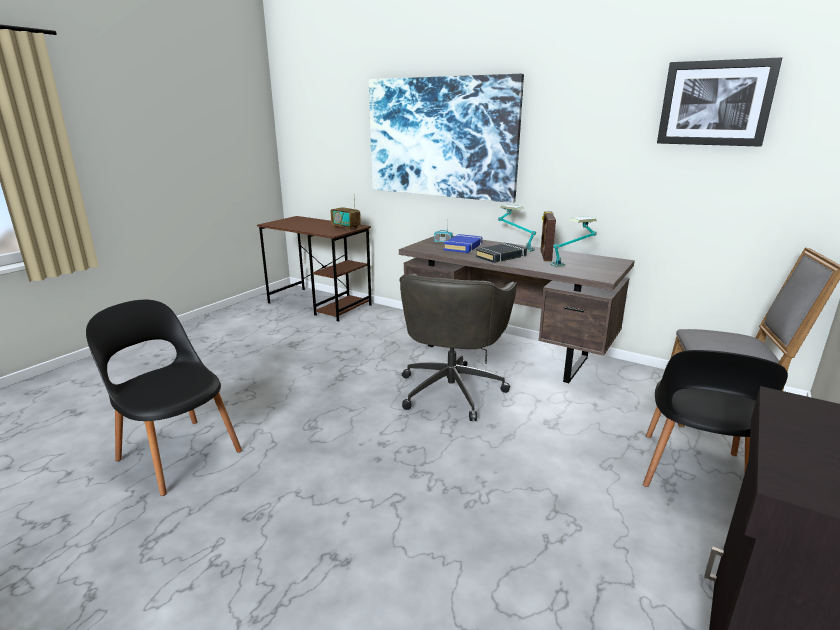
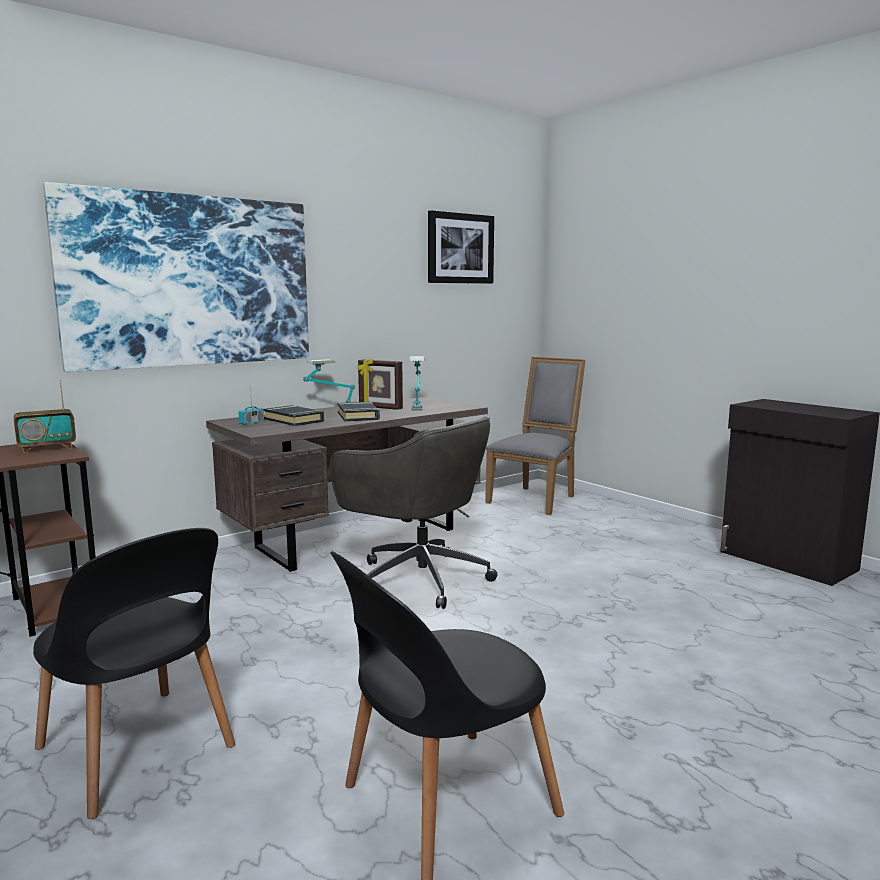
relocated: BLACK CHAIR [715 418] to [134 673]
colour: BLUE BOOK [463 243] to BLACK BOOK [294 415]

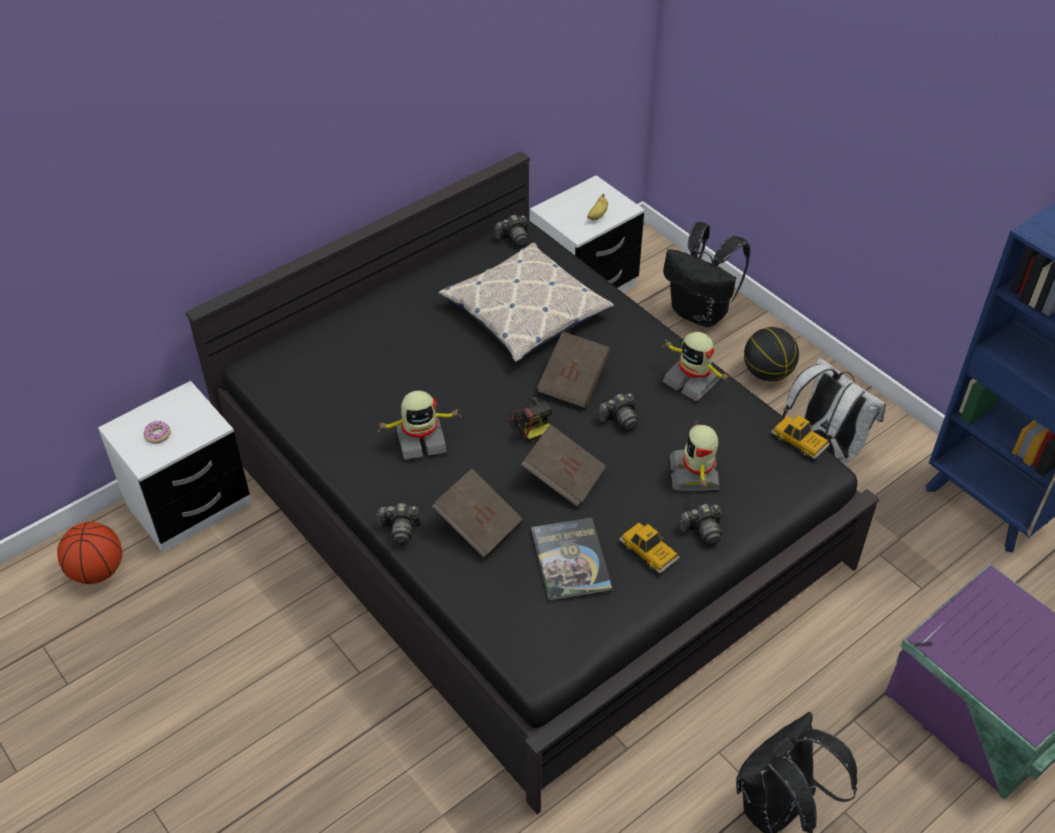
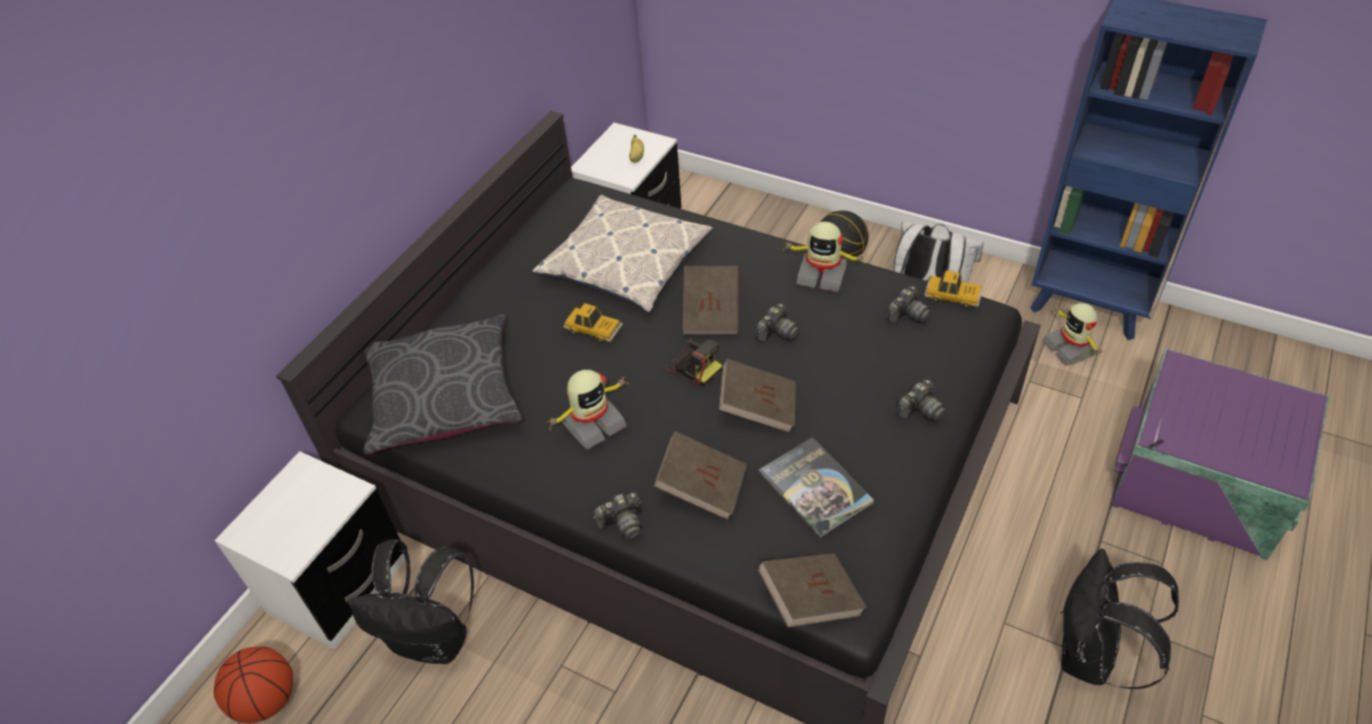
missing: DONUT [157 432]
appeared: GREY PILLOW [442 384]; BROWN BOOK [812 590]
relocated: BLACK BACKPACK [706 274] to [411 601]; TOY CAR [649 548] to [593 323]; PHOTO CAMERA [512 231] to [908 305]; TOY ROBOT [695 456] to [1073 334]

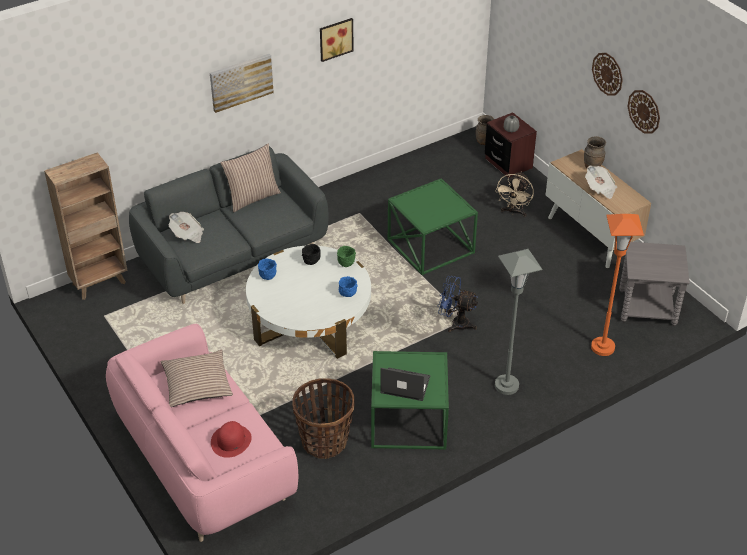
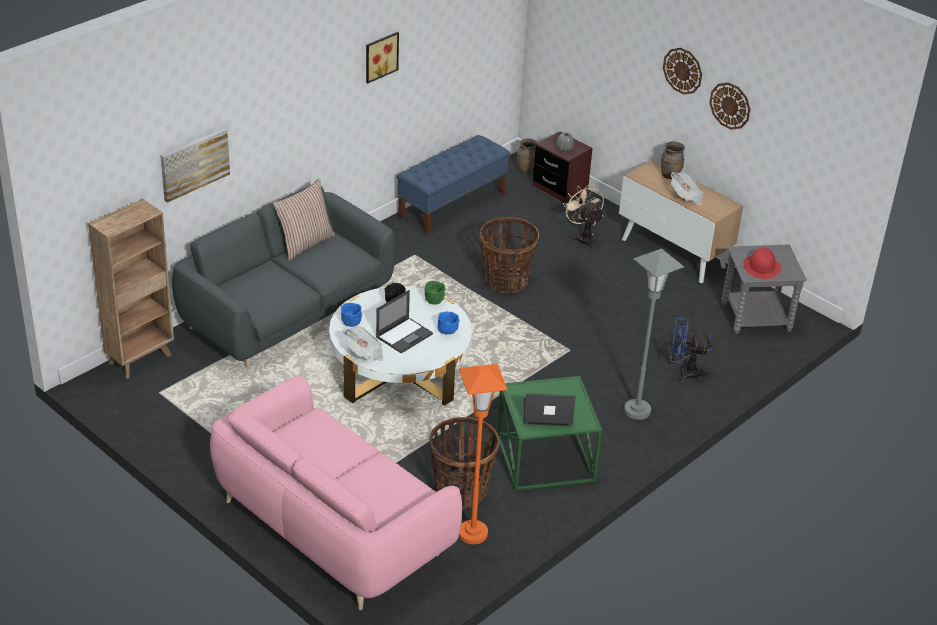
missing: PILLOW [197 378]
appeared: LAPTOP [404 322]; BLUE BENCH [453 185]
relocated: PICTURE [242 83] to [195 165]; NEWSPAPER [186 227] to [363 343]; ORANGE FLOOR LAMP [617 285] to [483 454]; BLUE FAN [458 304] to [691 350]; RED HAT [231 439] to [762 263]
exchanged: GREEN SIDE TABLE [433 226] to BASKET [509 255]
spun: BEIGE FAN [514 194] = [583 216] 150 degrees clockwise

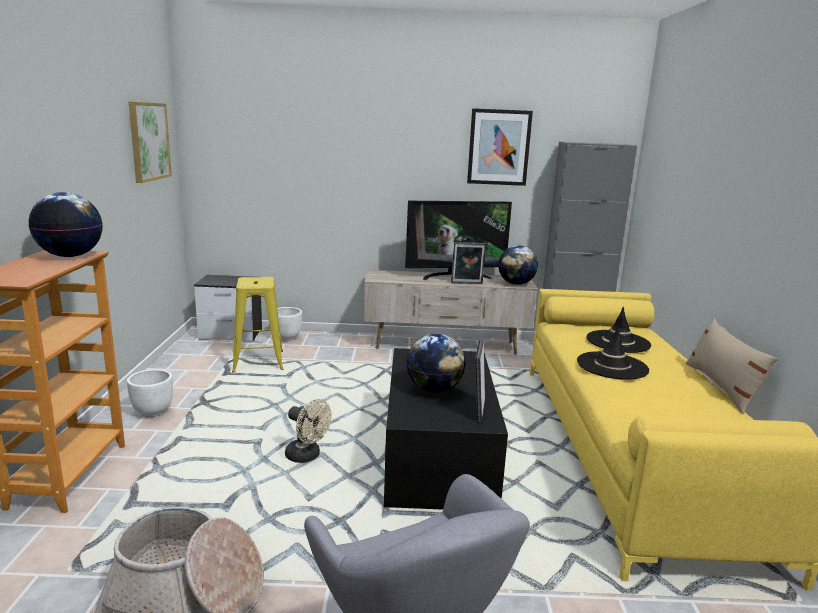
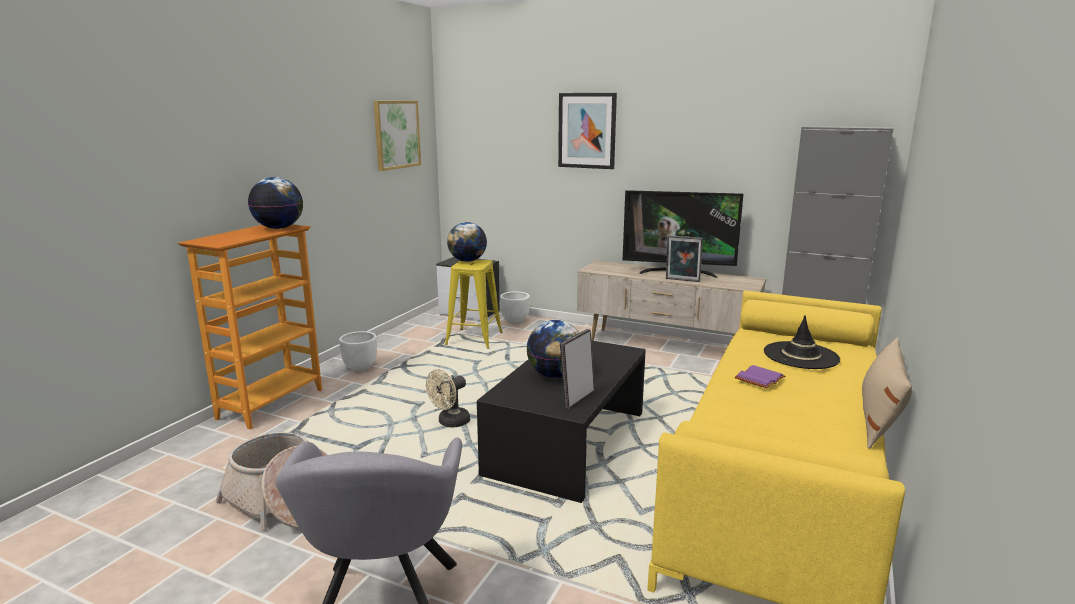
relocated: GLOBE [518 265] to [467 242]; PICTURE [500 147] to [587 131]
exchanged: BLACK HAT [613 353] to PURPLE BOOK [760 376]
spun: BEIGE FAN [308 431] = [448 398] 75 degrees clockwise

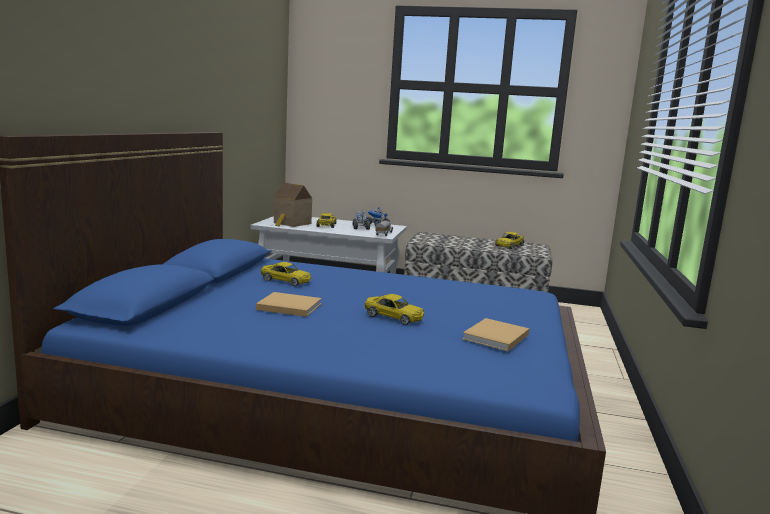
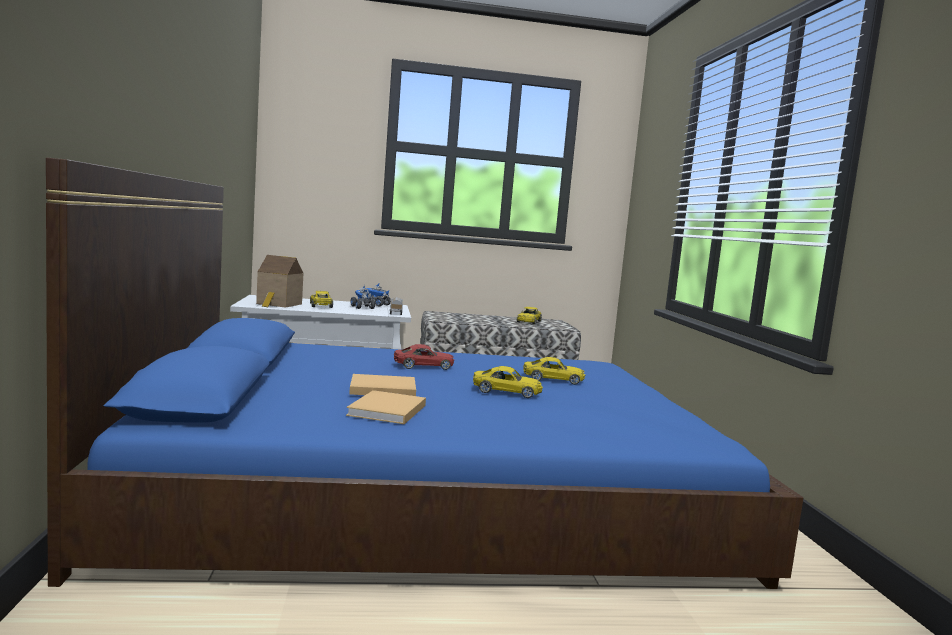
appeared: RED TOY CAR [424 357]
relocated: BEIGE BOOK [495 334] to [386 407]; YELLOW TOY CAR [285 274] to [554 371]

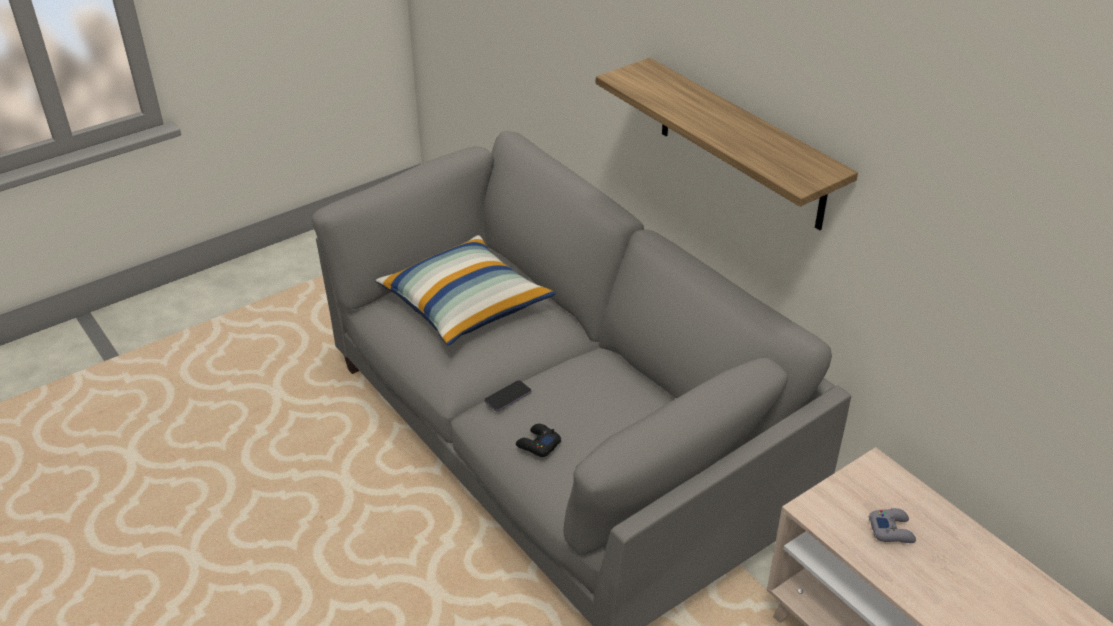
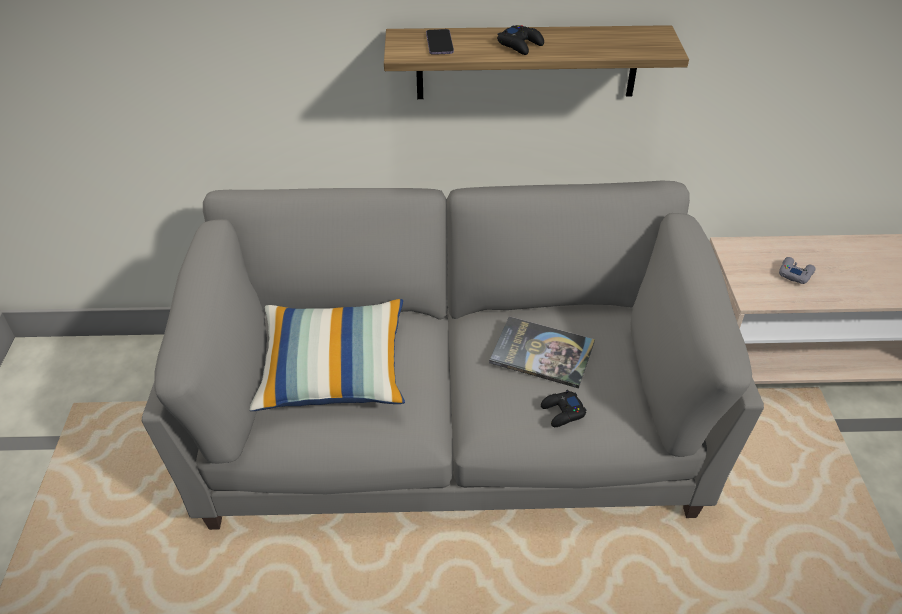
appeared: BOOK [542 352]; BLACK GAME CONTROLLER [520 40]
relocated: PHONE [507 395] to [440 42]

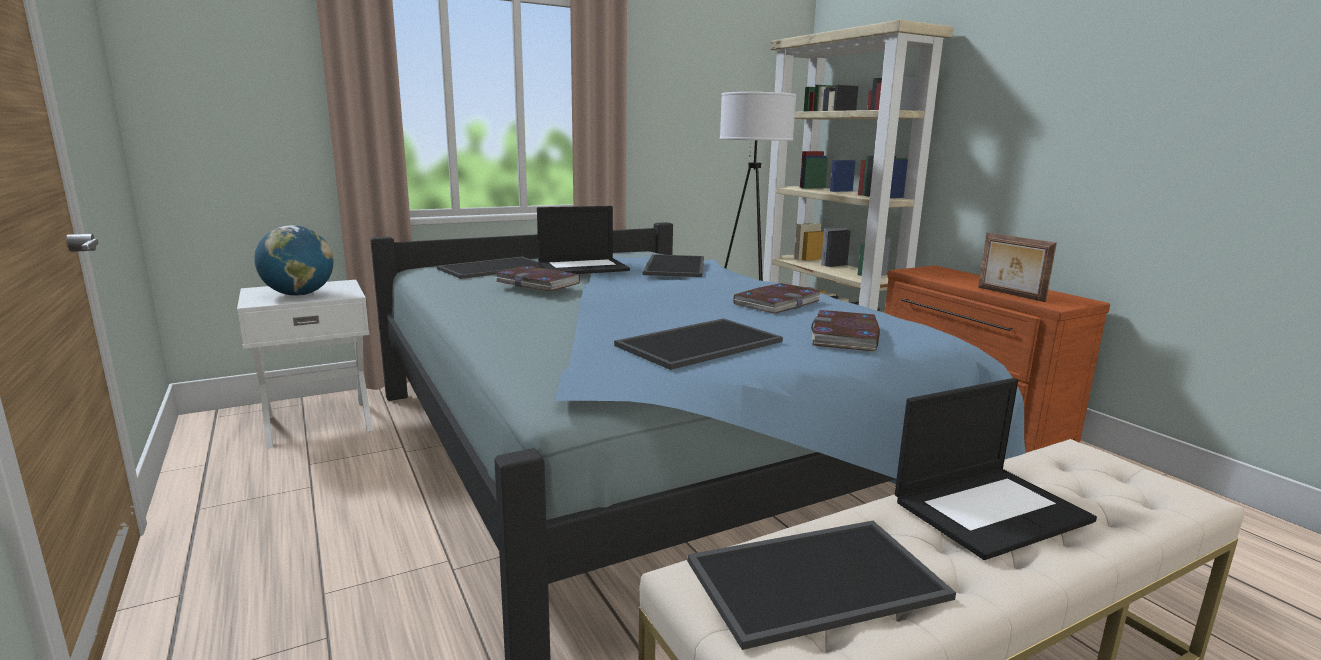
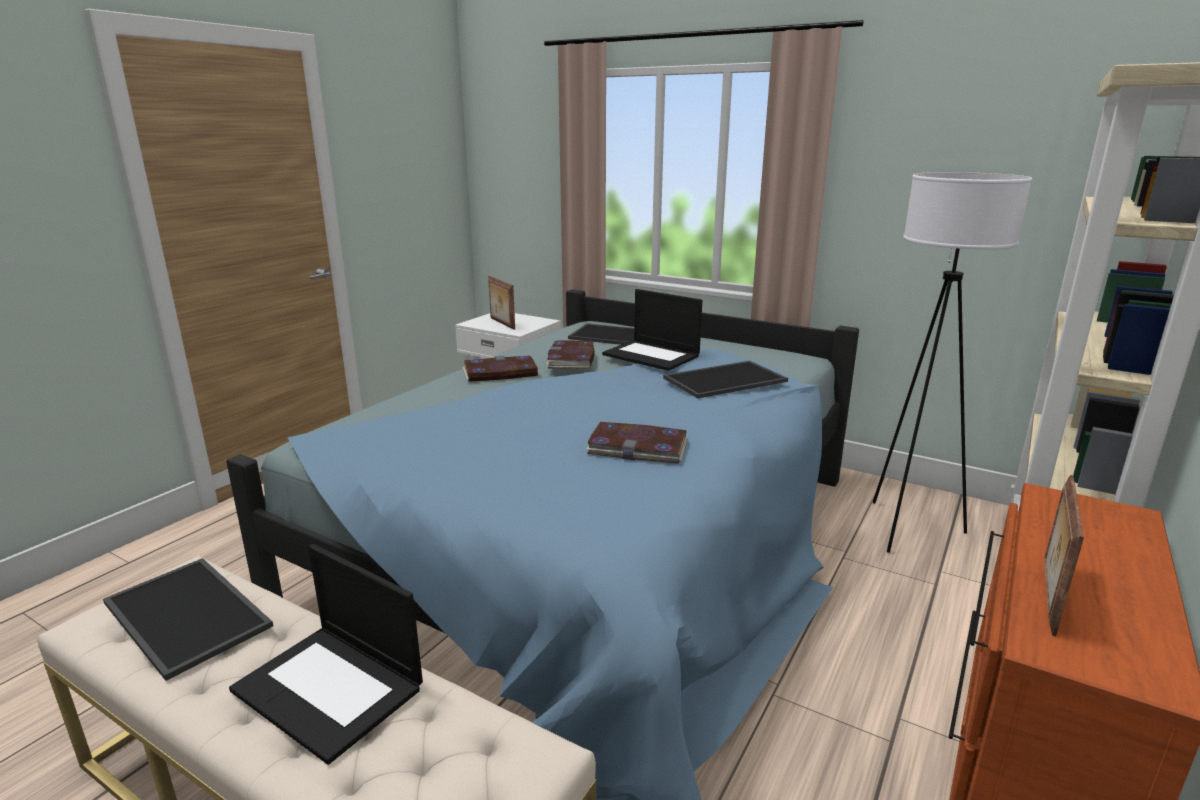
missing: TRAY [698 344]
relocated: BOOK [845 330] to [500 368]
exchanged: GLOBE [294 260] to PICTURE FRAME [501 303]

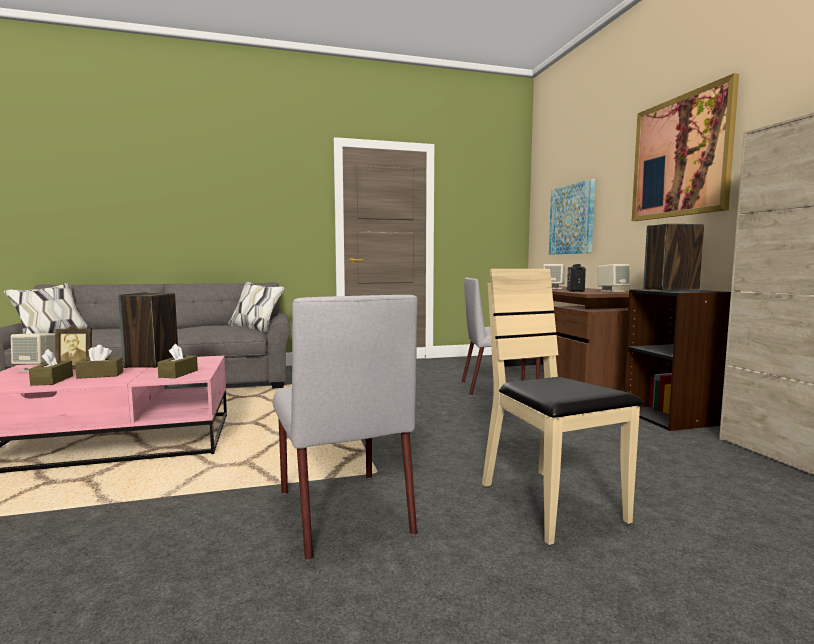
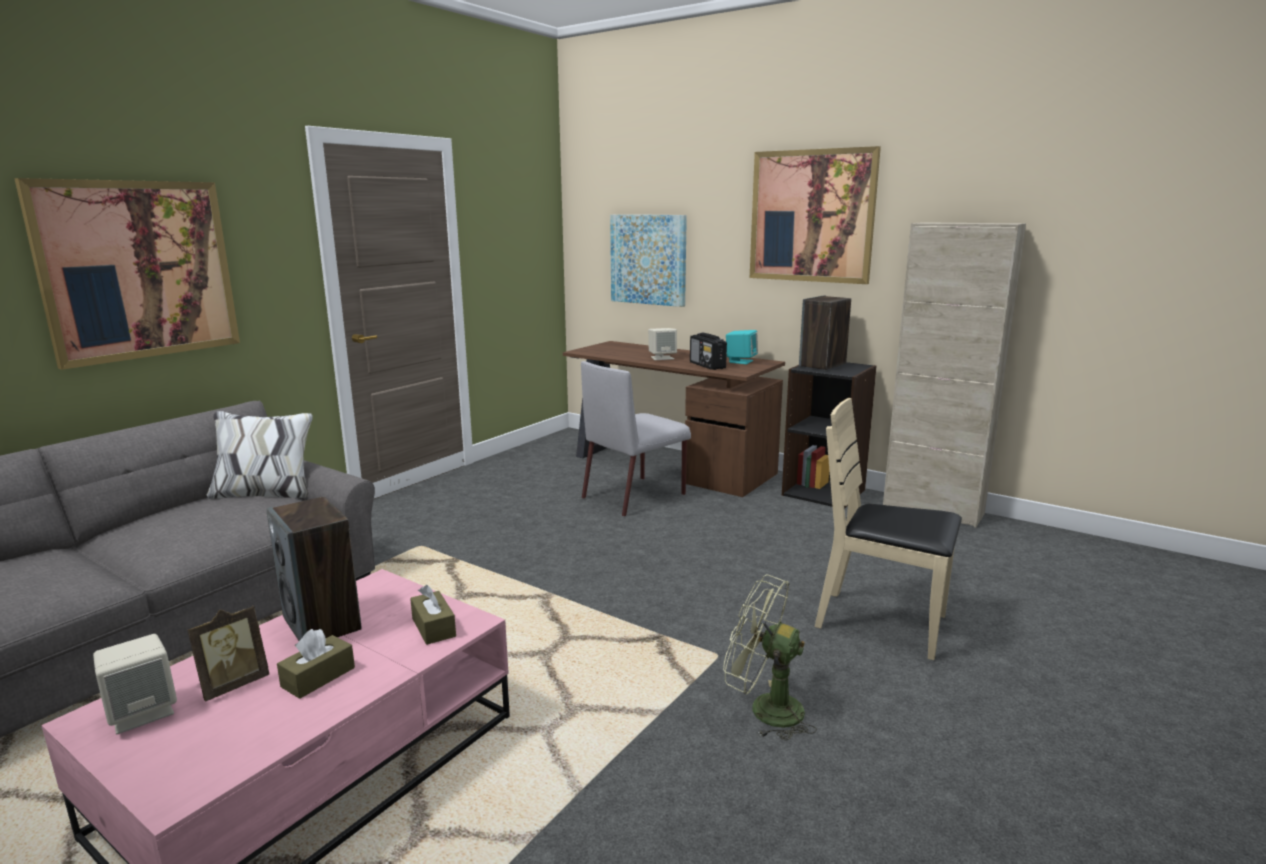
missing: BROWN TISSUE BOX [51 367]
appeared: PICTURE [127 274]
exchanged: GREY CHAIR [345 428] to GREEN FAN [770 658]
colour: BEIGE SPEAKER [614 278] to TURQUOISE SPEAKER [742 347]

